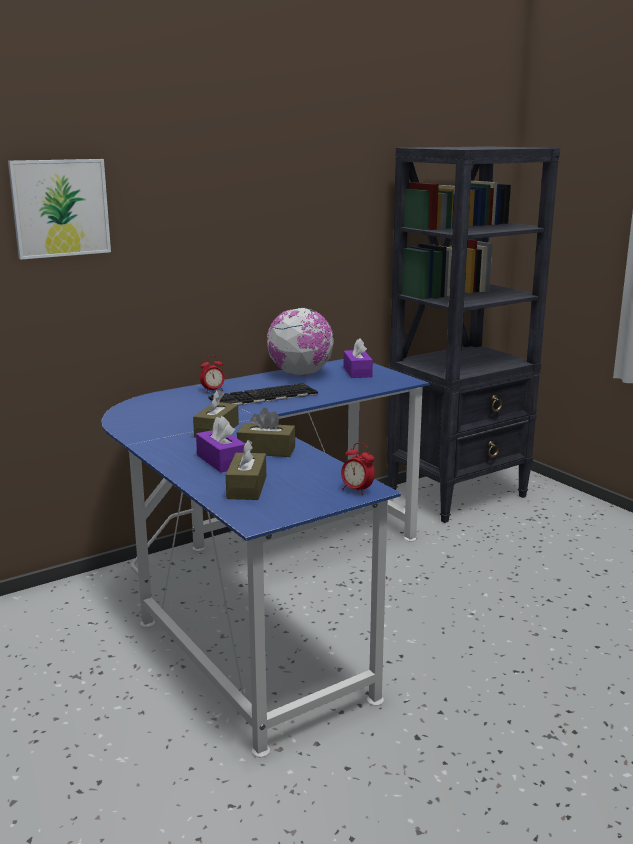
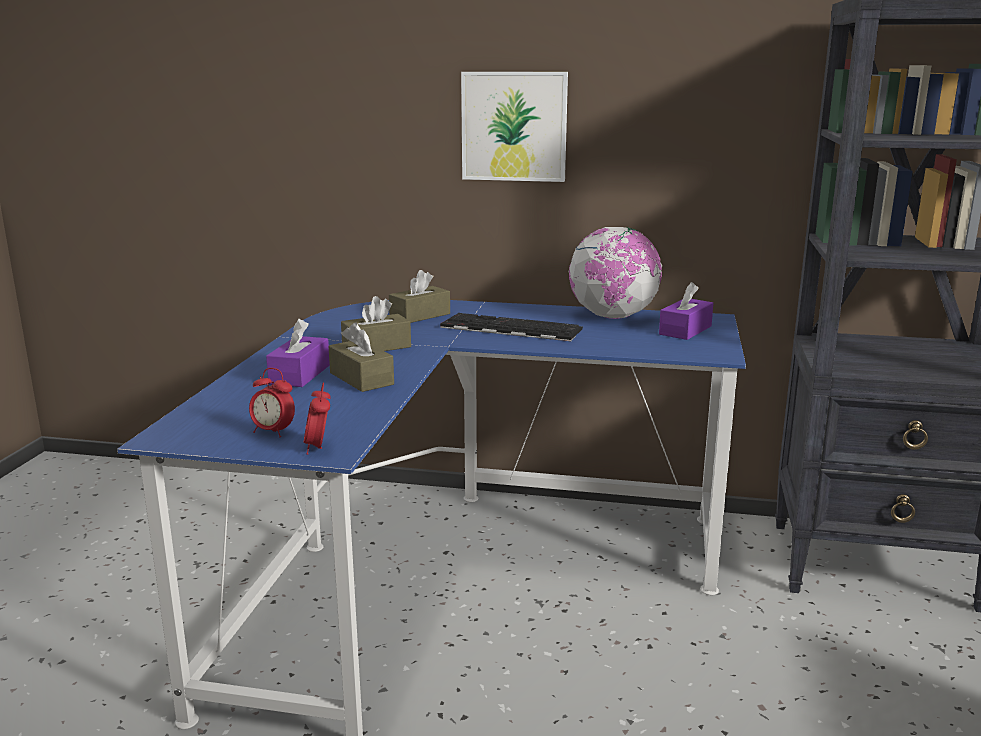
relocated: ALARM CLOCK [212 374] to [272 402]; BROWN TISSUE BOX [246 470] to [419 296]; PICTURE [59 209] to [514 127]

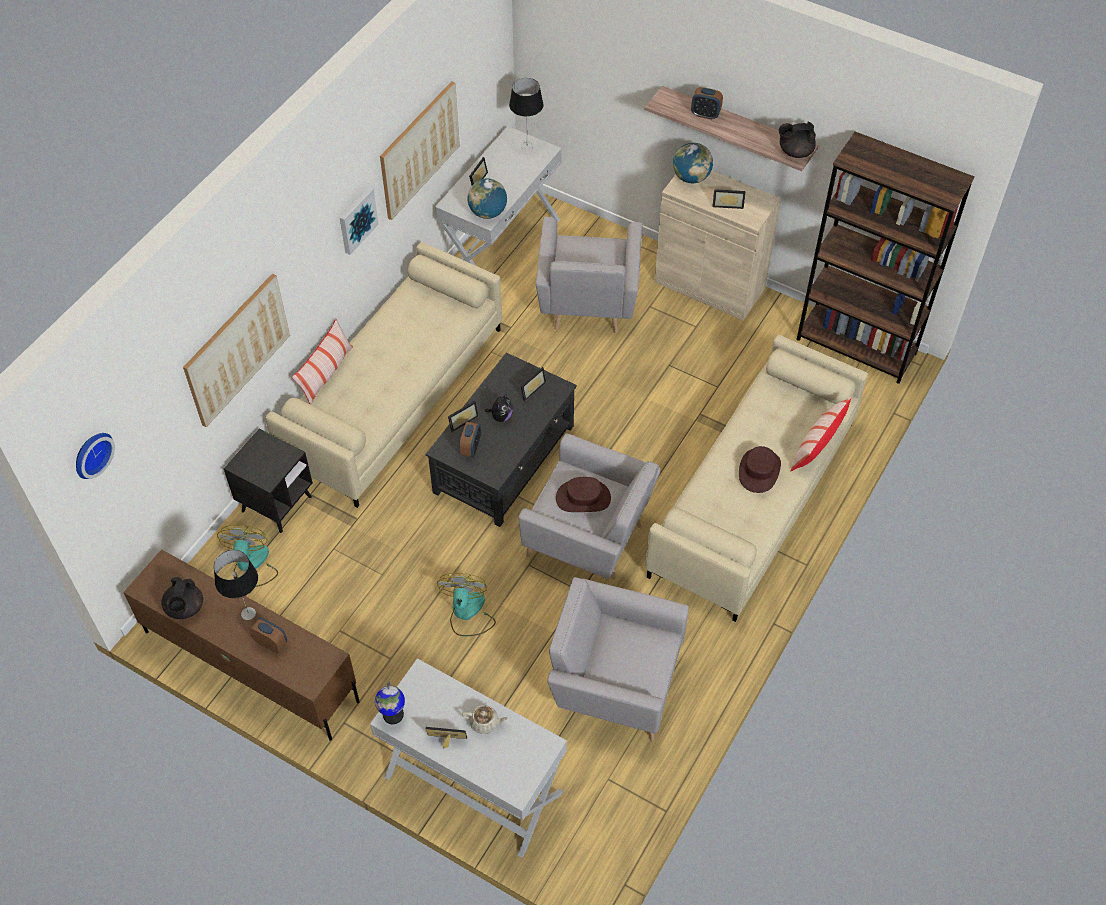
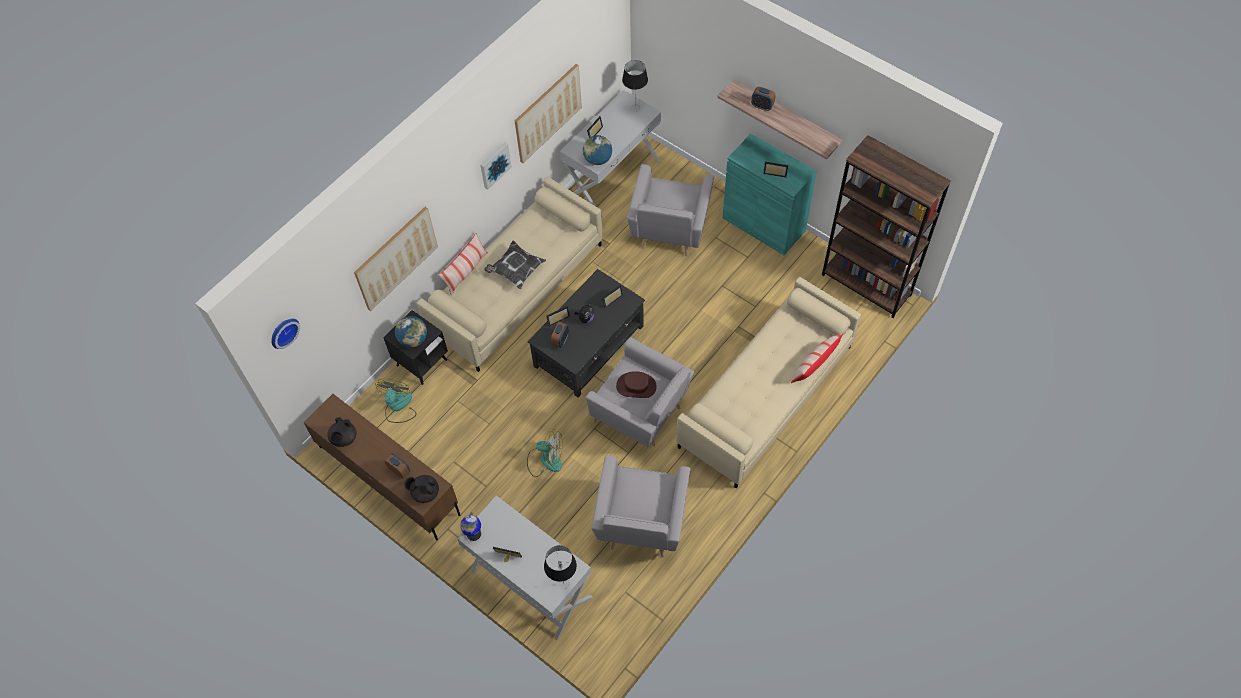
missing: BEIGE TEAPOT [485 719]; BROWN HAT [760 469]
appeared: PILLOW [515 265]
relocated: GLOBE [693 163] to [411 332]; BLACK TEAPOT [797 139] to [421 489]; TABLE LAMP [236 585] to [560 567]
colour: BEIGE CABINET [717 245] to TURQUOISE CABINET [769 194]
spun: FAN [466 604] = [545 453] 90 degrees clockwise; GREY ARMCHAIR [618 659] = [640 506] 105 degrees counterclockwise

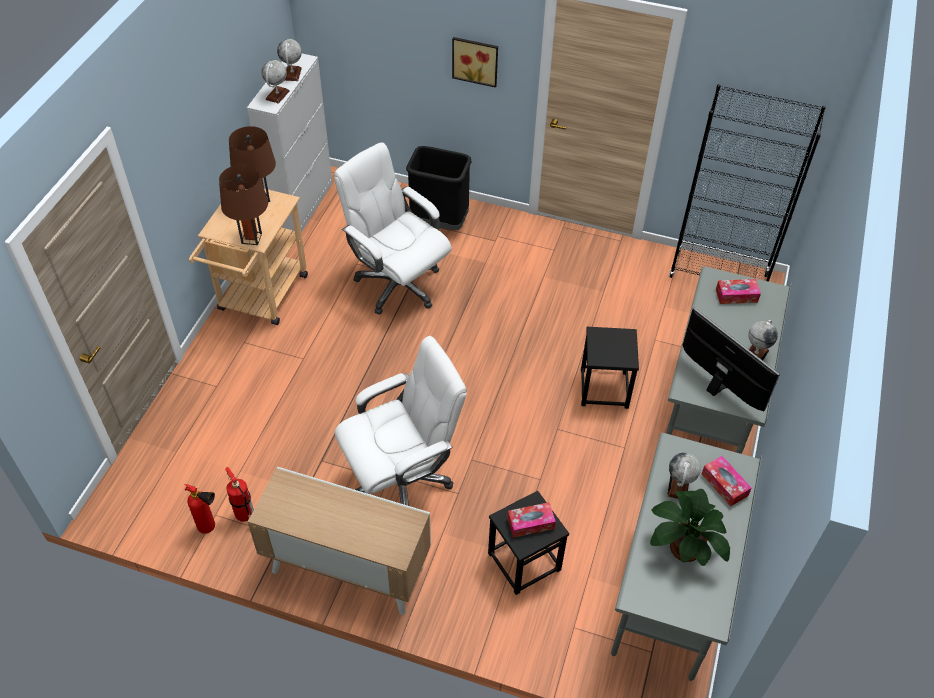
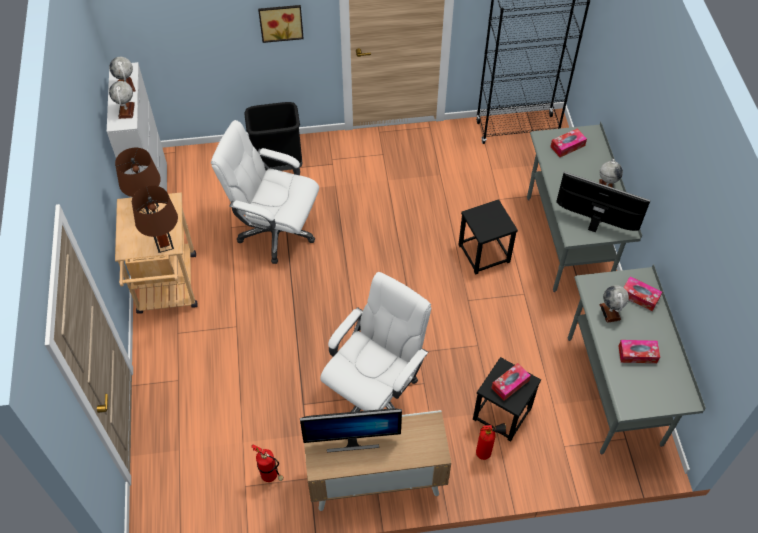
appeared: MONITOR [351 430]
relocated: FIRE EXTINGUISHER [199 509] to [491 441]
exchanged: POTTED PLANT [690 527] to TISSUE BOX [639 351]

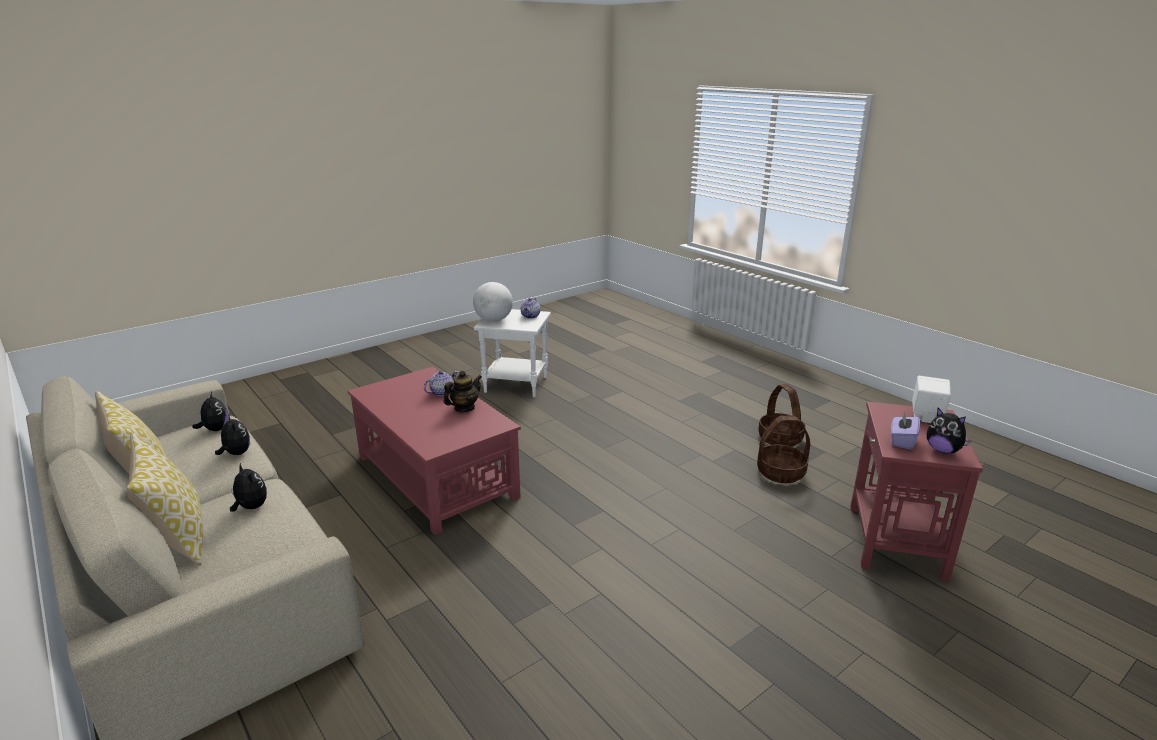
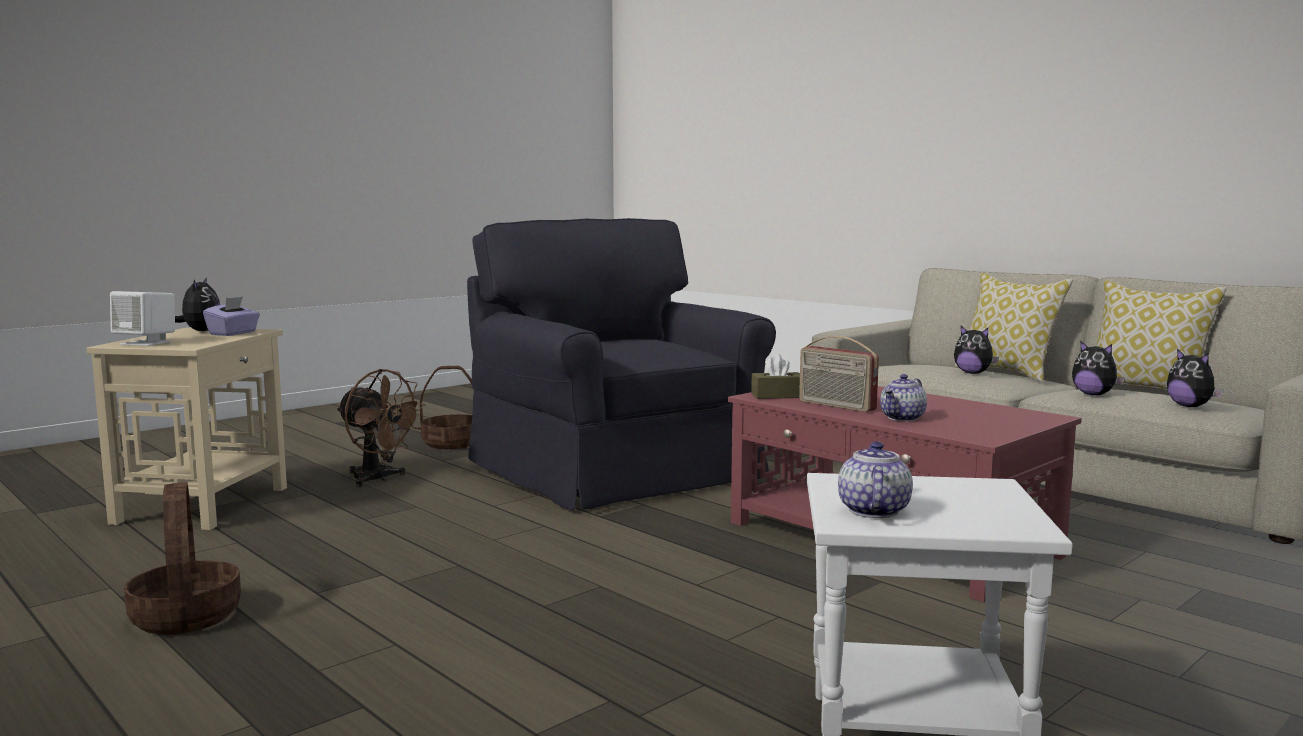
missing: GLOBE [493 302]
appeared: BROWN FAN [381 428]; BLACK ARMCHAIR [621 364]; BROWN TISSUE BOX [775 376]
relocated: BASKET [783 449] to [446 407]
exchanged: TEAPOT [462 391] to RADIO [839 374]
colour: RED SIDE TABLE [916 491] to BEIGE SIDE TABLE [187 429]
spun: PLUSH TOY [949 431] = [197 304] 45 degrees clockwise

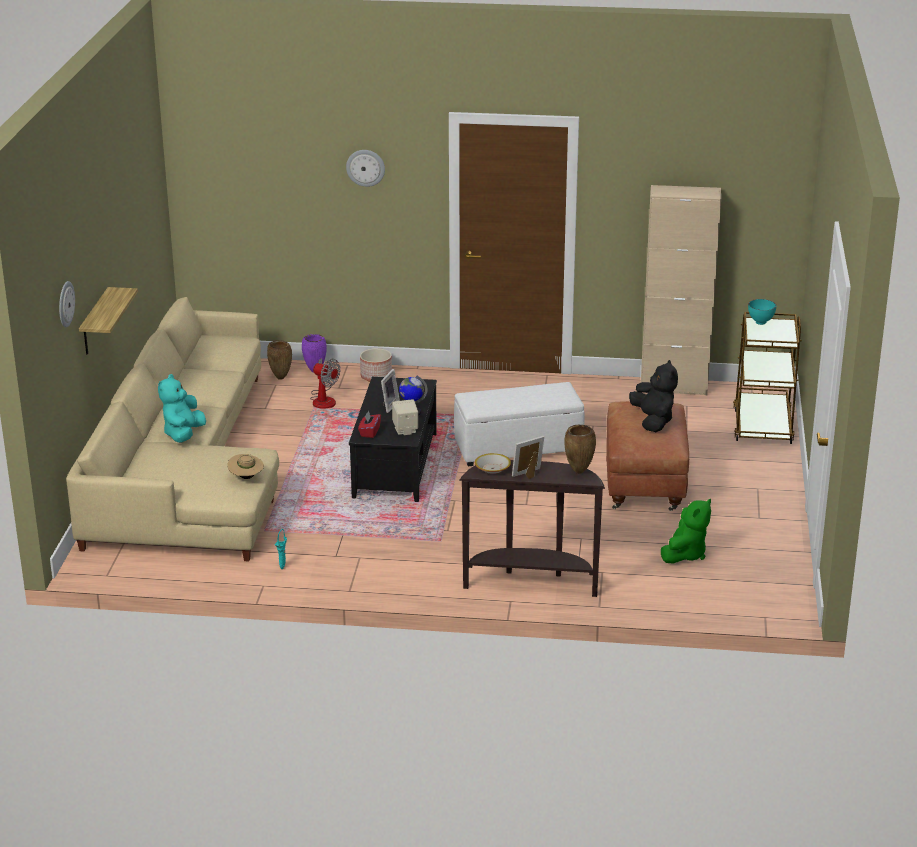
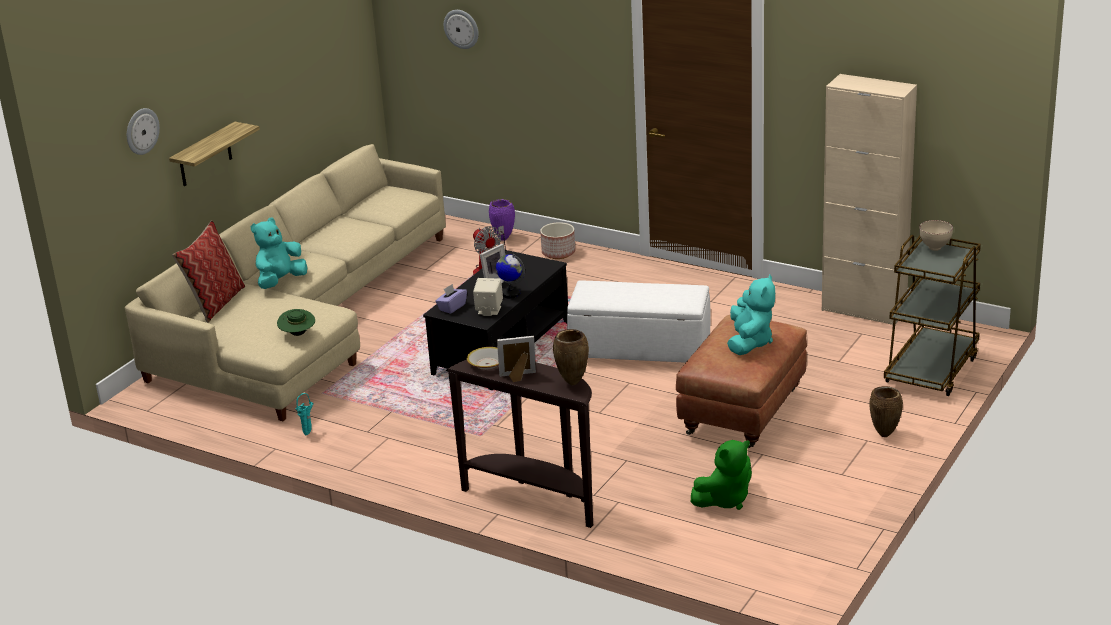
appeared: PILLOW [208 271]
relocated: WALL CLOCK [365 168] to [461 29]; BROWN VASE [279 360] to [886 411]
colour: BEIGE HAT [245 466] to GREEN HAT [296 322]; RED TISSUE BOX [369 424] to PURPLE TISSUE BOX [451 299]; BLACK PLUSH TOY [653 396] to TURQUOISE PLUSH TOY [751 315]; TURQUOISE BOWL [762 312] to BEIGE BOWL [936 235]

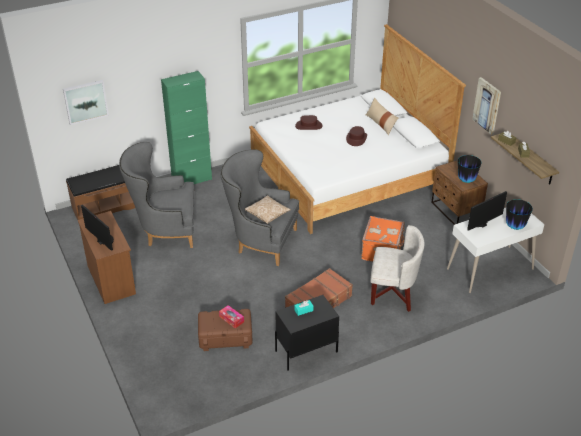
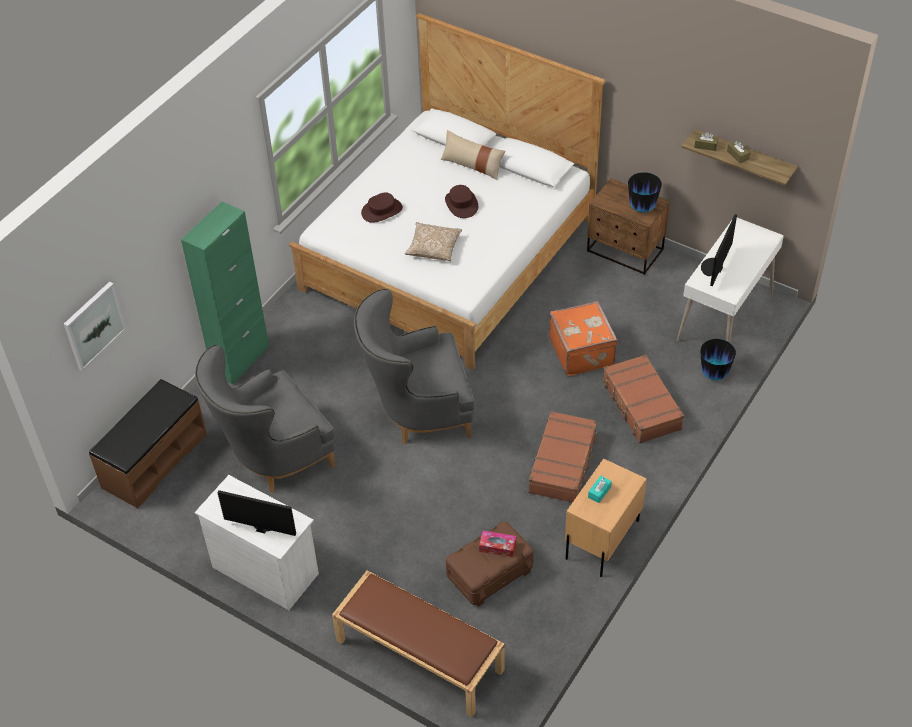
missing: PICTURE [486 106]
appeared: BROWN BENCH [418 643]
relocated: PILLOW [268 209] to [433 241]; VASE [519 214] to [718 359]
exchanged: WHITE ARMCHAIR [397 268] to BROWN SUITCASE [643 398]
colour: BROWN DRESSER [107 257] to WHITE DRESSER [257 542]; BLACK NIGHTSTAND [307 333] to BEIGE NIGHTSTAND [606 518]

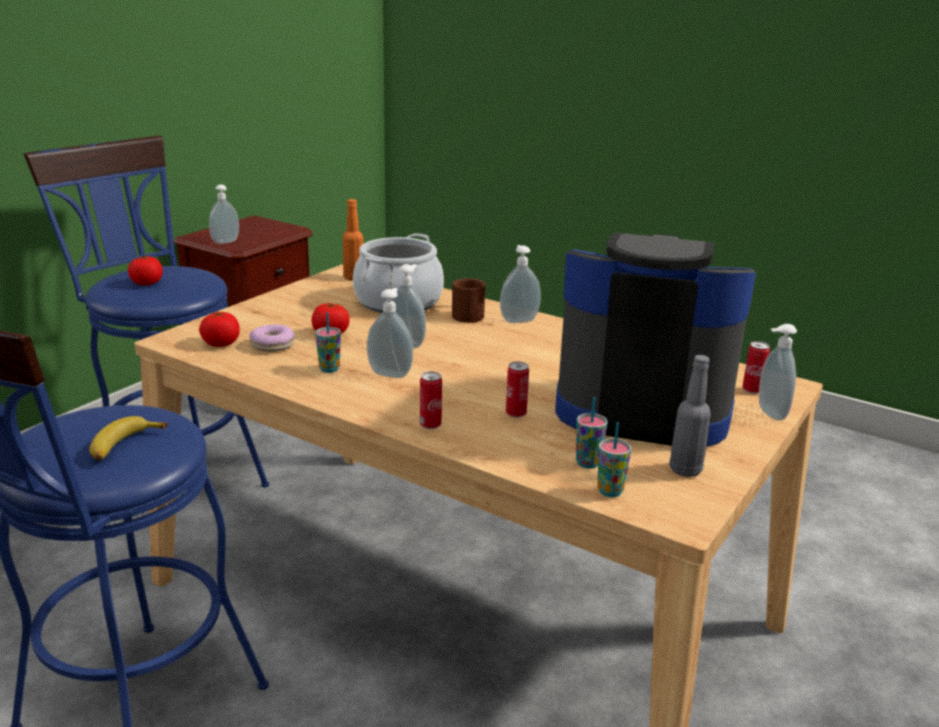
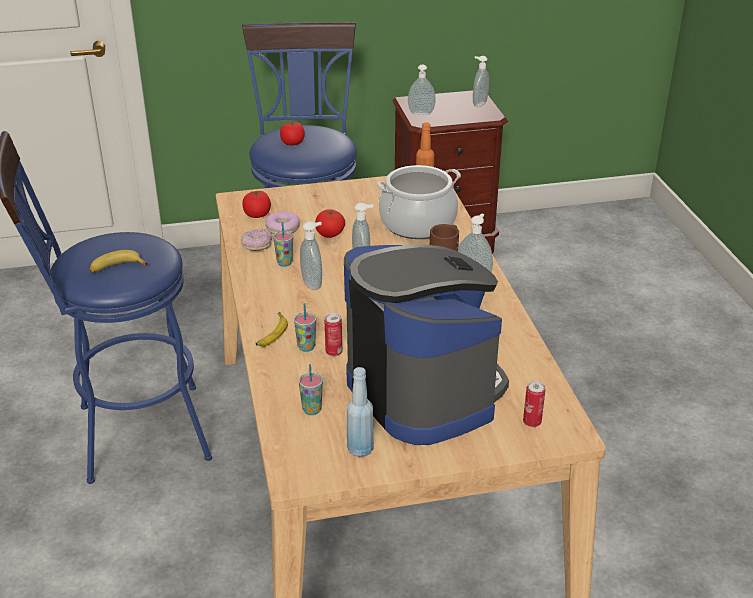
appeared: DONUT [256 240]
relocated: CUP [614 459] to [305 327]; SOAP DISPENSER [778 372] to [481 81]
exchanged: CAN [431 400] to BANANA [272 329]
colour: GREY BOTTLE [690 416] to BLUE BOTTLE [360 412]

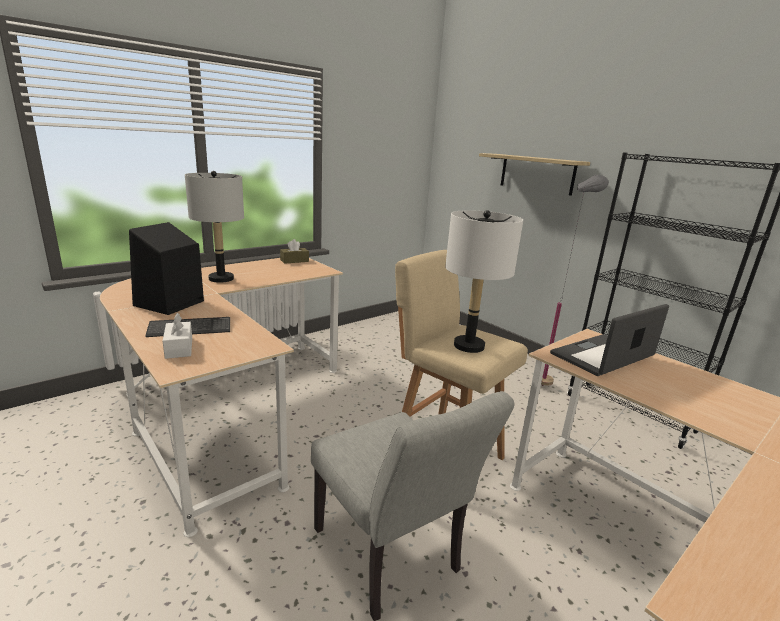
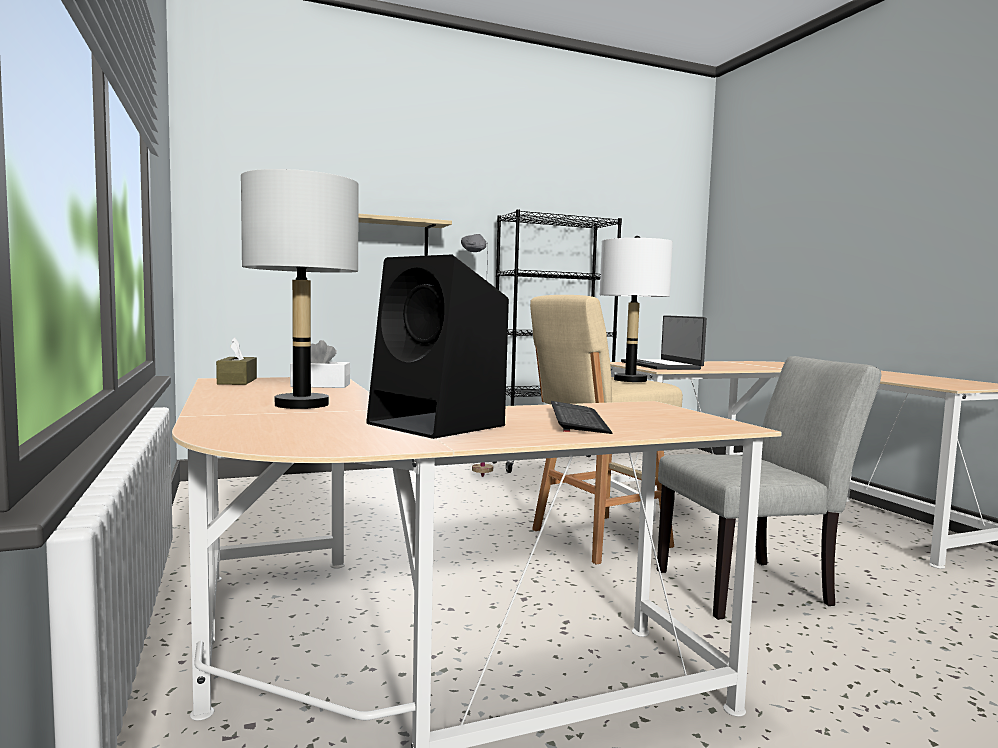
relocated: WHITE TISSUE BOX [177 336] to [320 364]

